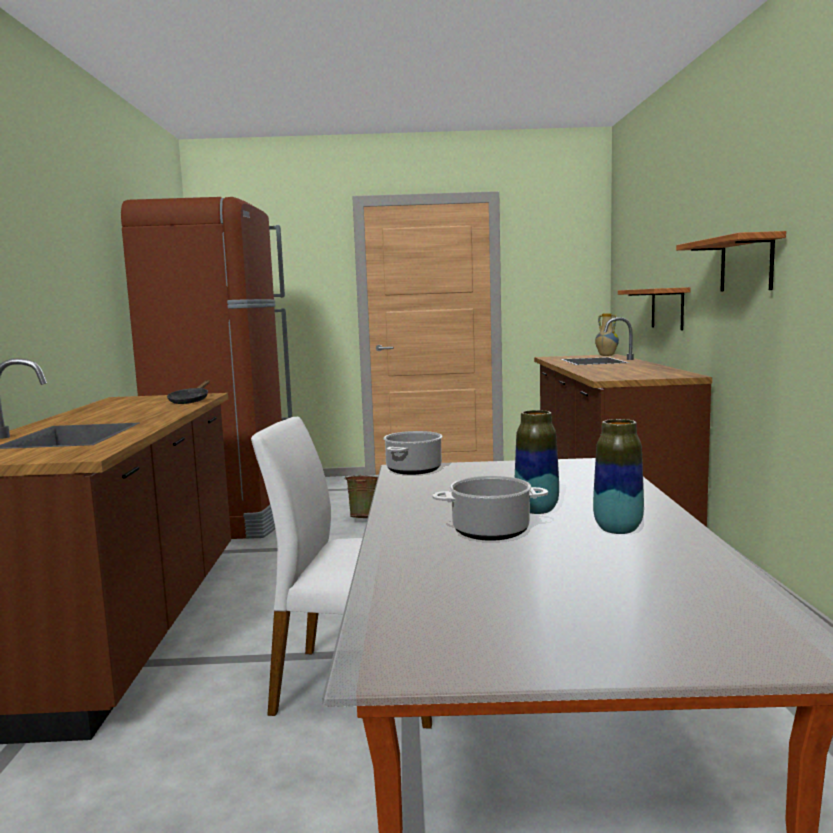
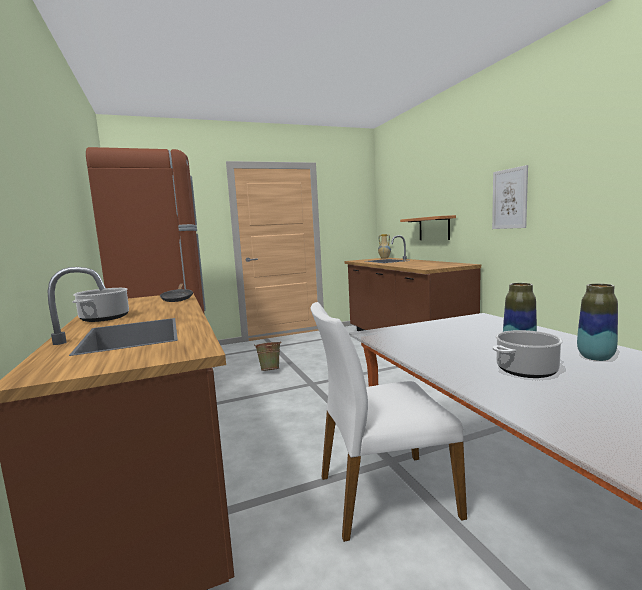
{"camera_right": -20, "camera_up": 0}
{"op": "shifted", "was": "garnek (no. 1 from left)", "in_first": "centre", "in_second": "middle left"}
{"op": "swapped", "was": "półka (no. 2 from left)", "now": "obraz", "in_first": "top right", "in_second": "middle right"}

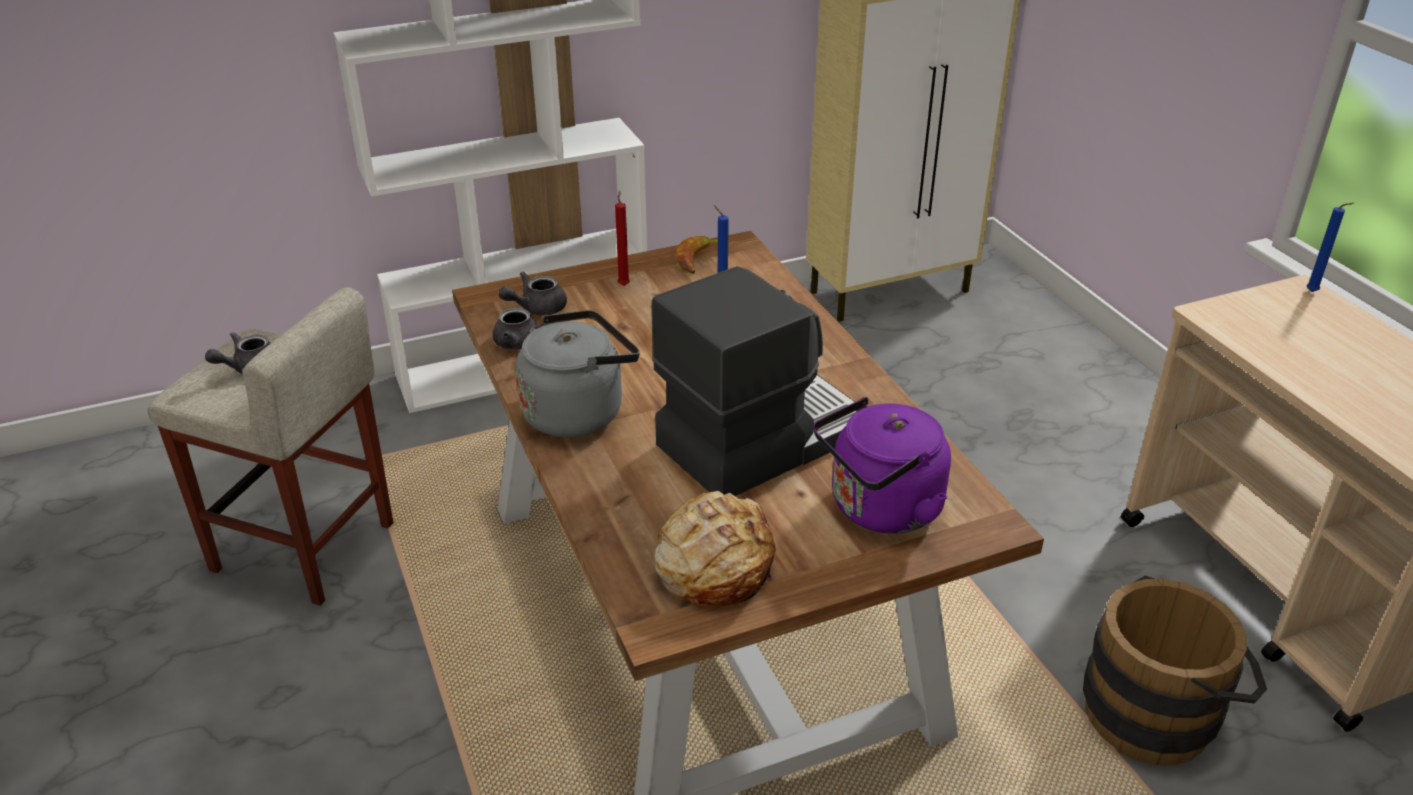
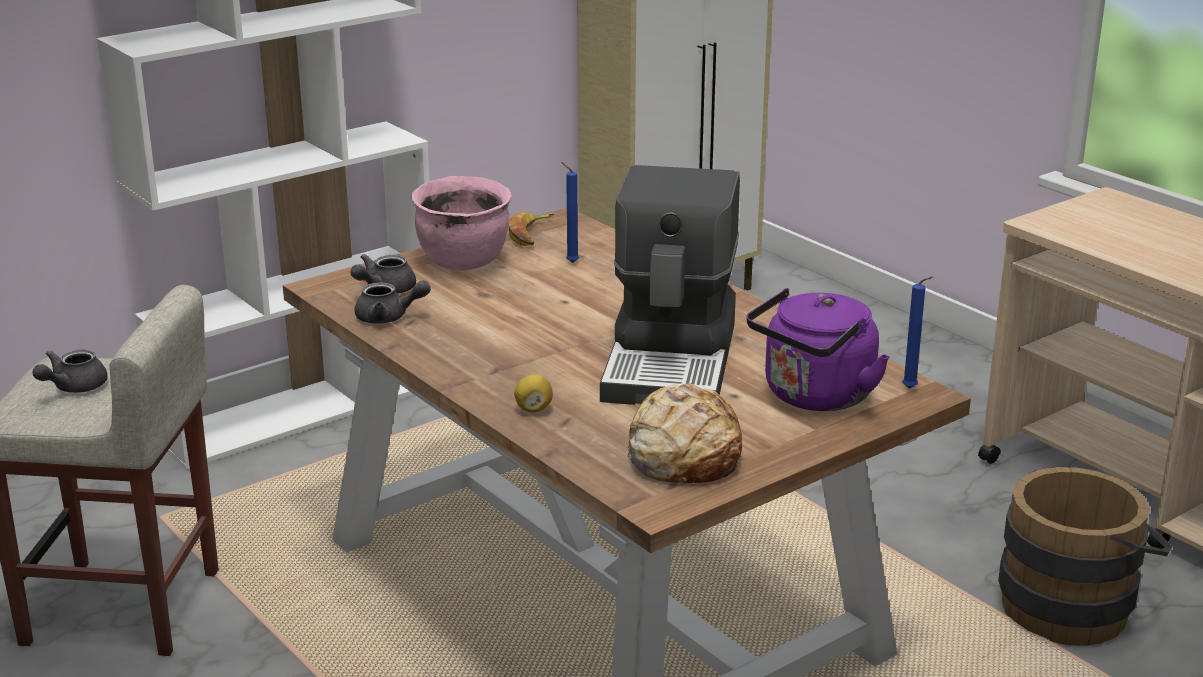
{"camera_right": -15, "camera_up": -10}
{"op": "swapped", "was": "świeca/czerwony", "now": "garnek/różowy", "in_first": "top centre", "in_second": "top centre"}
{"op": "new", "now": "cytryna", "in_second": "centre"}
{"op": "rotated", "was": "ekspres do kawy", "in_first": "centre", "in_second": "centre", "clockwise": 150}
{"op": "shifted", "was": "świeca/niebieski (no. 2 from left)", "in_first": "top right", "in_second": "middle right"}
{"op": "gone", "was": "czajnik/szary", "in_first": "centre"}

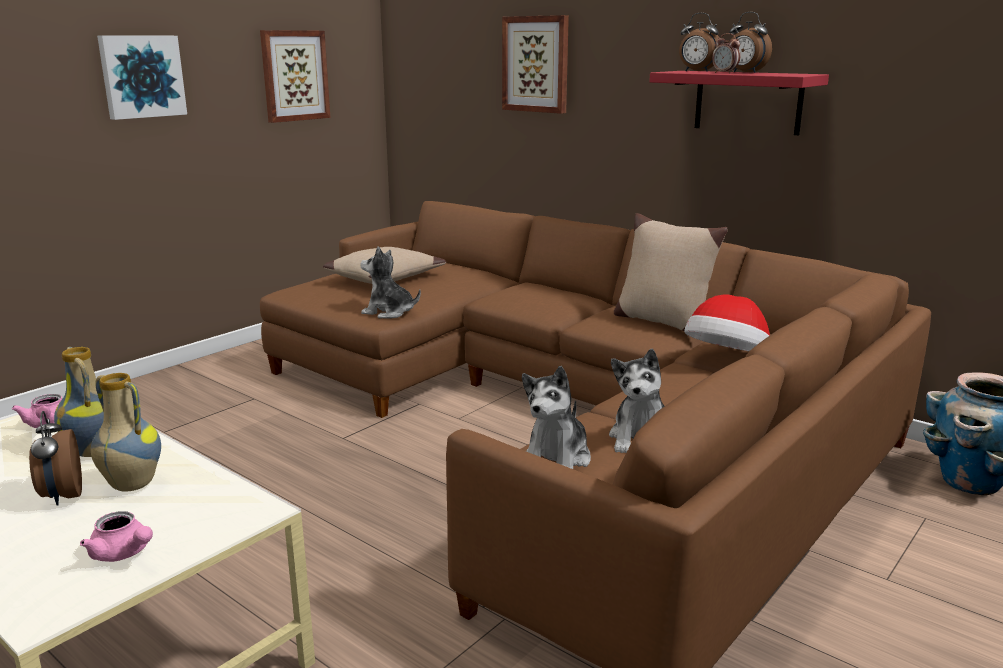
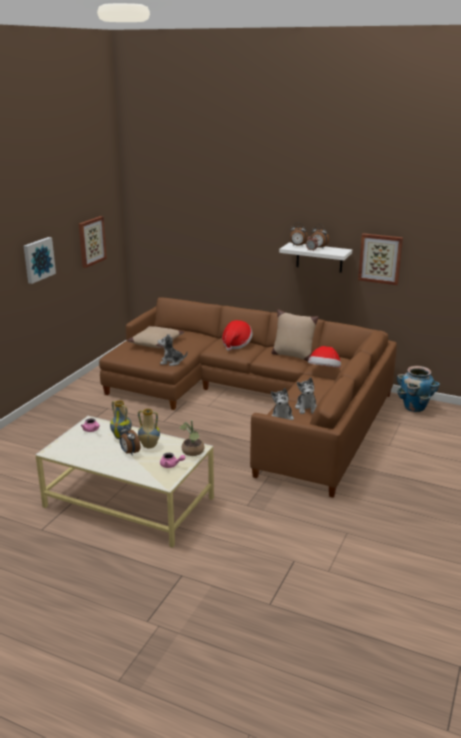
{"camera_right": -15, "camera_up": 5}
{"op": "new", "now": "roślina doniczkowa", "in_second": "centre"}
{"op": "new", "now": "kapelusz (no. 1 from left)", "in_second": "centre"}
{"op": "repainted", "was": "półka/czerwony", "now": "półka/biały", "in_first": "top right", "in_second": "middle right"}
{"op": "shifted", "was": "obraz (no. 3 from left)", "in_first": "top centre", "in_second": "middle right"}

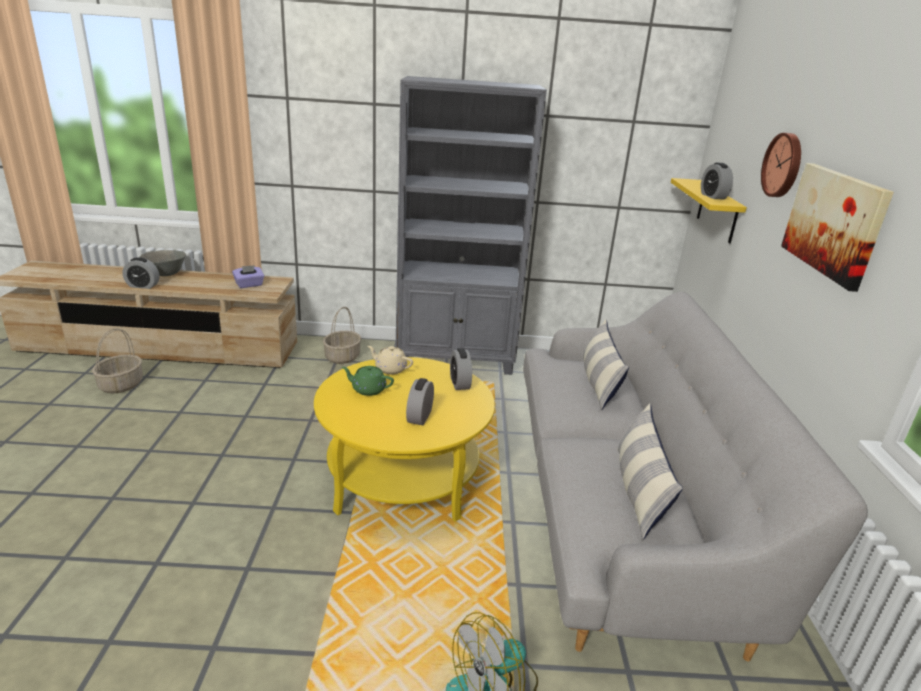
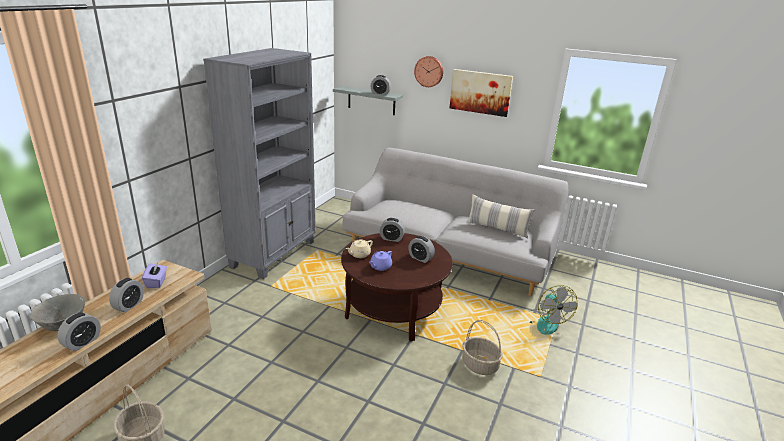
{"camera_right": -65, "camera_up": 0}
{"op": "new", "now": "budzik (no. 2 from left)", "in_second": "bottom left"}
{"op": "repainted", "was": "półka/żółty", "now": "półka/szary", "in_first": "top right", "in_second": "top centre"}
{"op": "repainted", "was": "ława/żółty", "now": "ława/brązowy", "in_first": "centre", "in_second": "centre"}
{"op": "repainted", "was": "imbryk/zielony", "now": "imbryk/fioletowy", "in_first": "centre", "in_second": "centre"}
{"op": "shifted", "was": "koszyk (no. 2 from left)", "in_first": "centre", "in_second": "bottom centre"}
{"op": "gone", "was": "poduszka (no. 1 from left)", "in_first": "centre"}

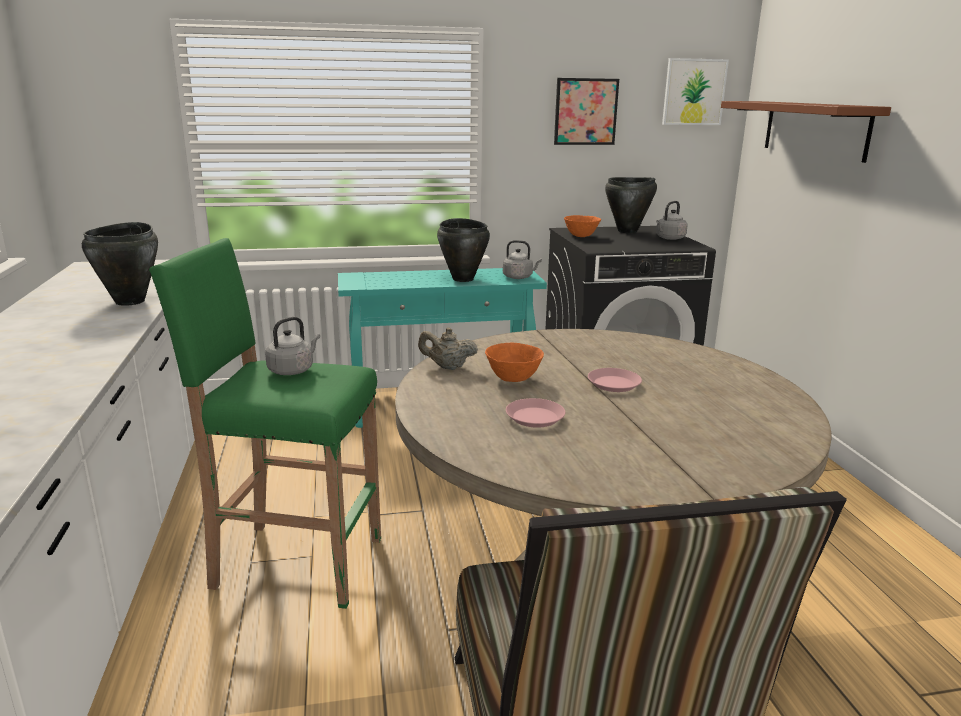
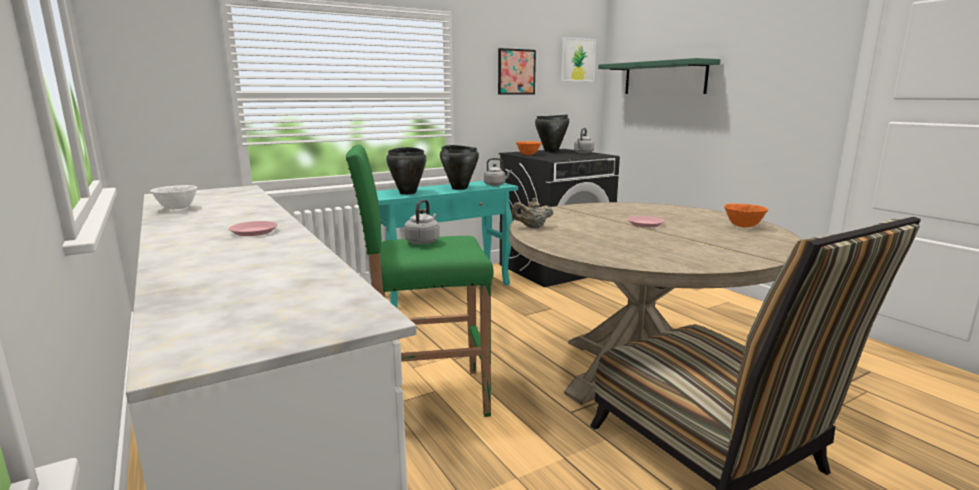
{"camera_right": -20, "camera_up": -5}
{"op": "new", "now": "miska/biały", "in_second": "middle left"}
{"op": "shifted", "was": "talerz/różowy (no. 1 from left)", "in_first": "centre", "in_second": "middle left"}
{"op": "shifted", "was": "garnek/czarny (no. 1 from left)", "in_first": "middle left", "in_second": "centre"}
{"op": "repainted", "was": "półka/brązowy", "now": "półka/zielony", "in_first": "top right", "in_second": "top right"}
{"op": "shifted", "was": "miska/pomarańczowy (no. 1 from left in the first image)", "now": "miska/pomarańczowy (no. 2 from left)", "in_first": "centre", "in_second": "middle right"}

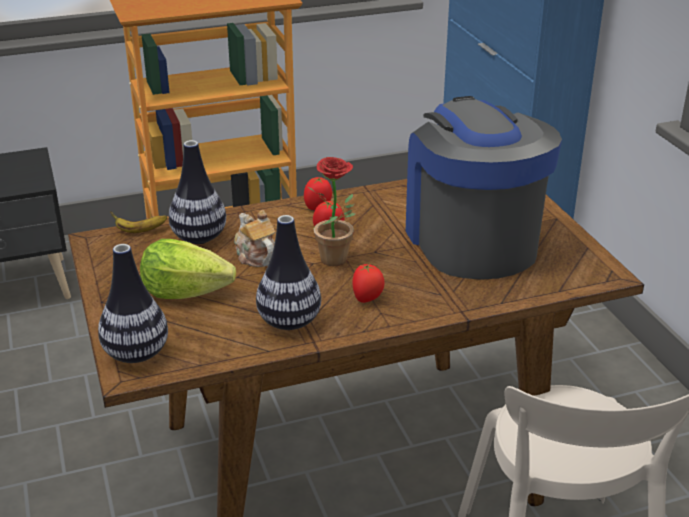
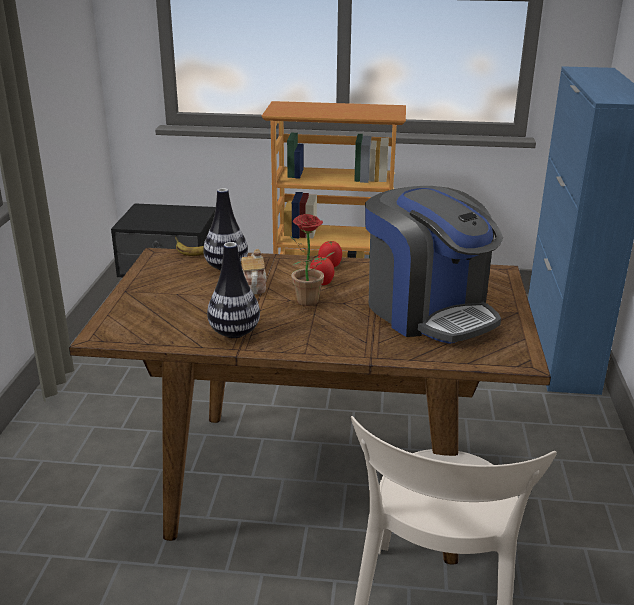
{"camera_right": 25, "camera_up": -5}
{"op": "rotated", "was": "ekspres do kawy", "in_first": "middle right", "in_second": "middle right", "clockwise": 135}
{"op": "gone", "was": "wazon (no. 1 from left)", "in_first": "middle left"}
{"op": "gone", "was": "sałata", "in_first": "middle left"}
{"op": "gone", "was": "pomidor (no. 3 from left)", "in_first": "centre"}

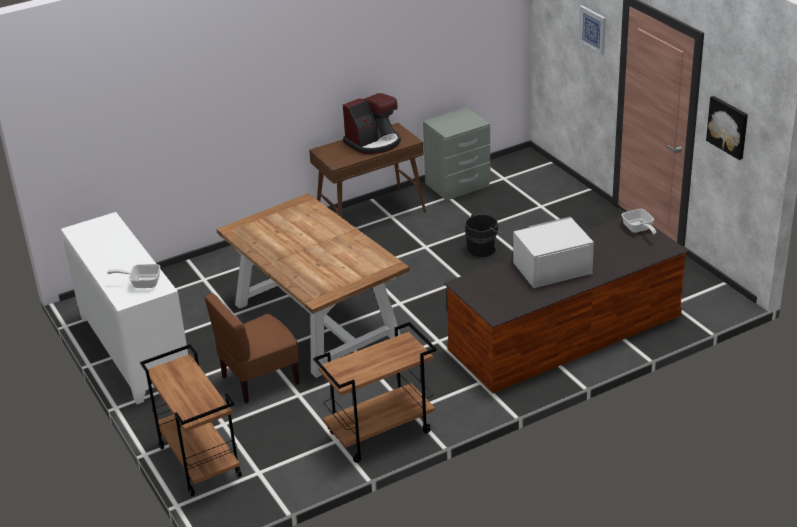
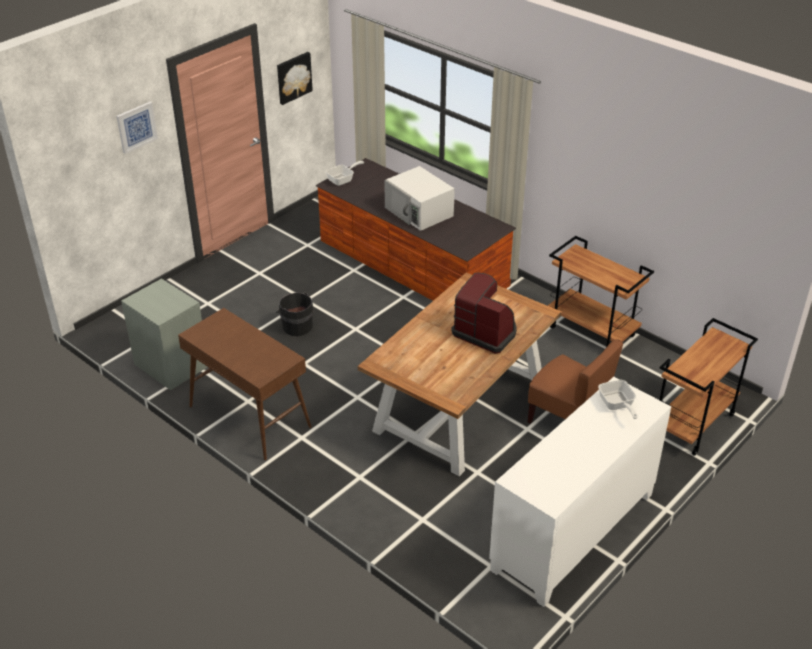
{"camera_right": -110, "camera_up": 5}
{"op": "shifted", "was": "ekspres do kawy", "in_first": "top centre", "in_second": "centre"}

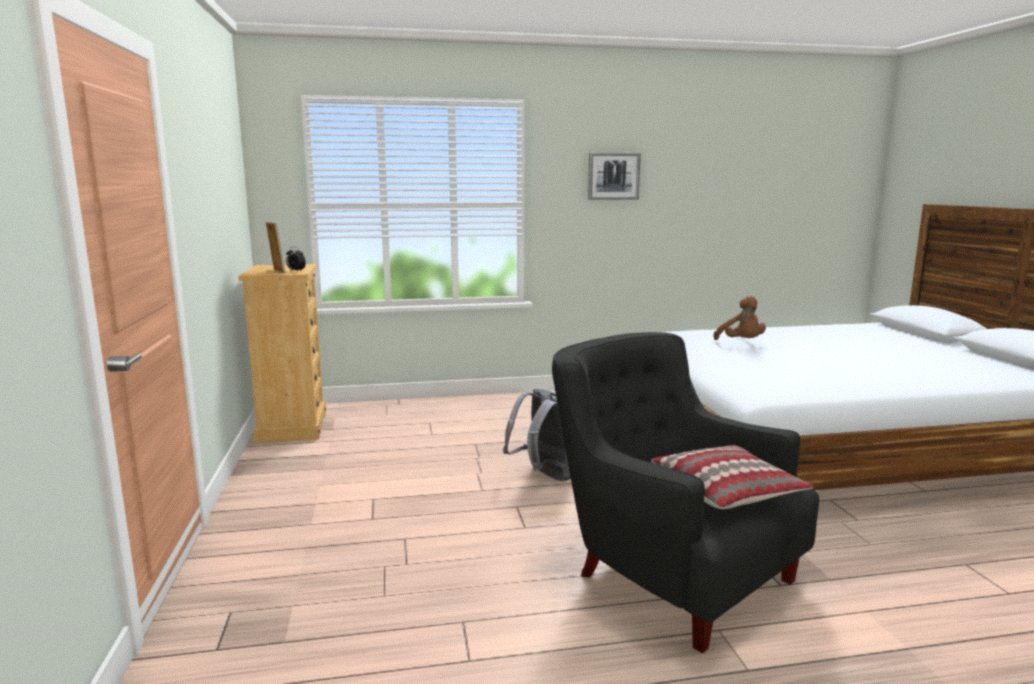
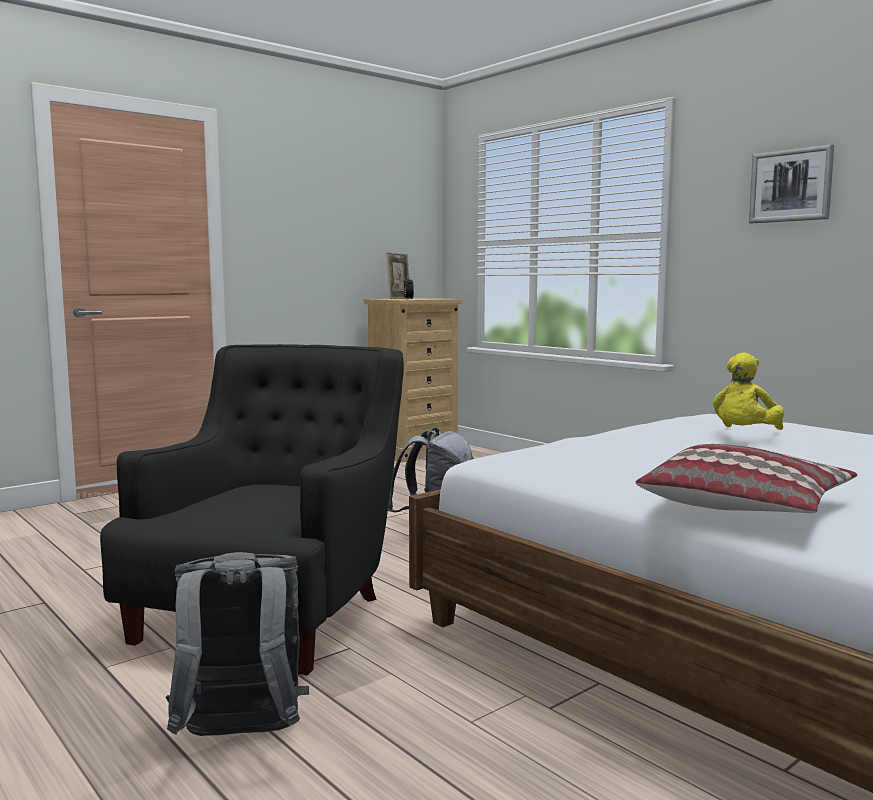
{"camera_right": 60, "camera_up": -5}
{"op": "new", "now": "plecak/szary (no. 1 from left)", "in_second": "bottom left"}
{"op": "shifted", "was": "poduszka", "in_first": "bottom right", "in_second": "middle right"}
{"op": "repainted", "was": "pluszak/brązowy", "now": "pluszak/żółty", "in_first": "middle right", "in_second": "middle right"}

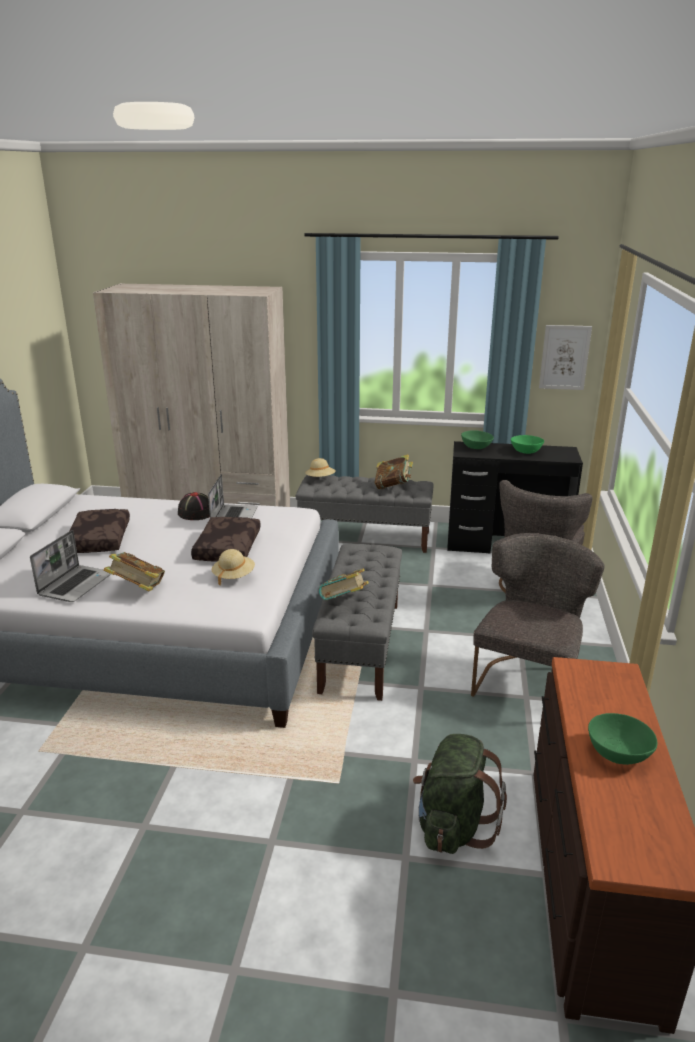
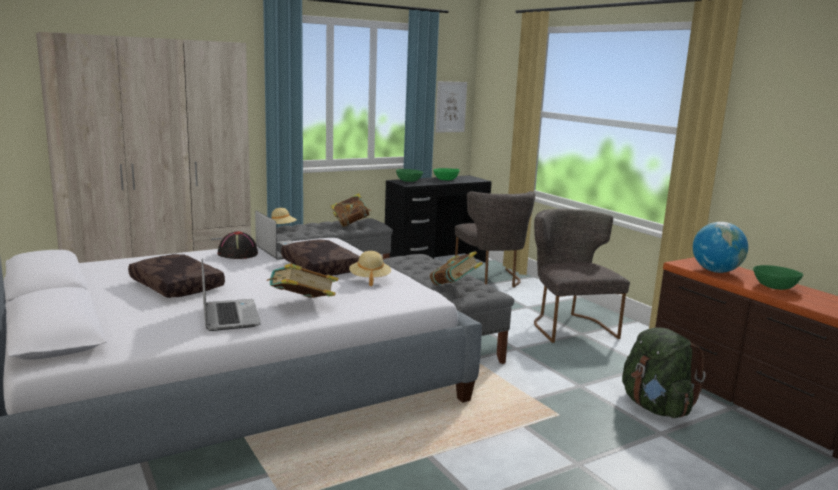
{"camera_right": -40, "camera_up": -10}
{"op": "new", "now": "globus", "in_second": "middle right"}

